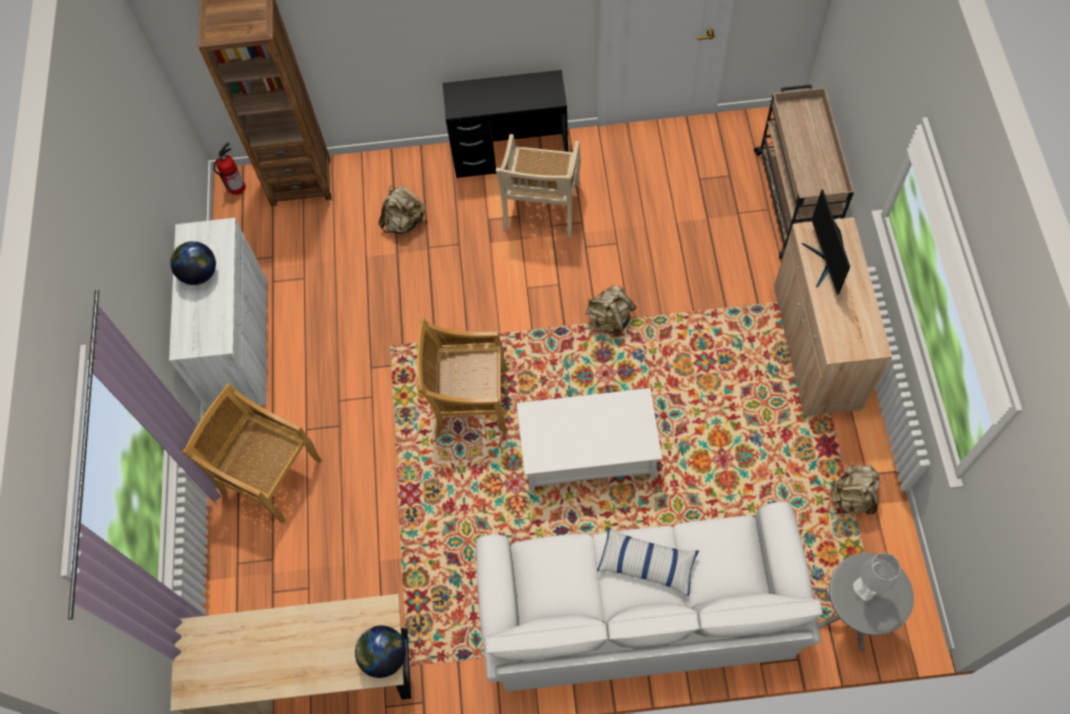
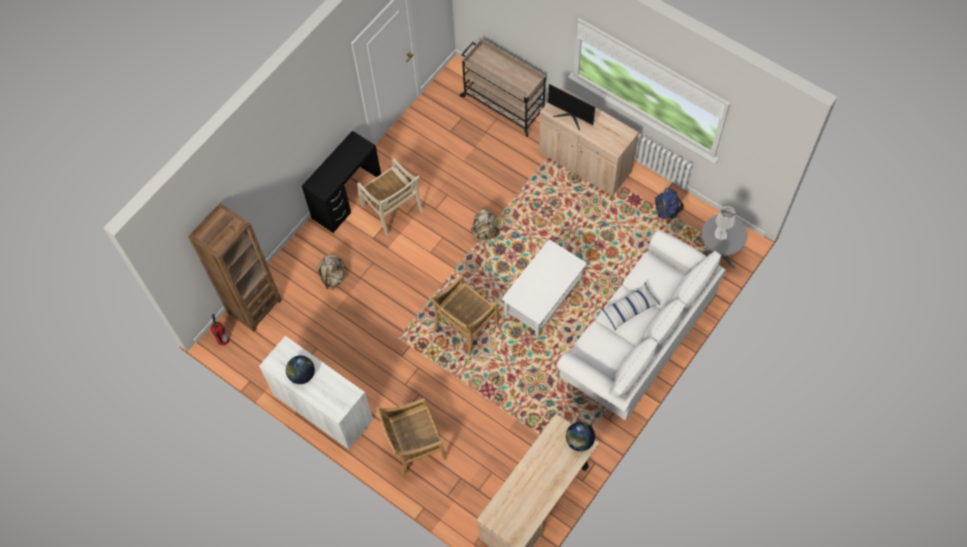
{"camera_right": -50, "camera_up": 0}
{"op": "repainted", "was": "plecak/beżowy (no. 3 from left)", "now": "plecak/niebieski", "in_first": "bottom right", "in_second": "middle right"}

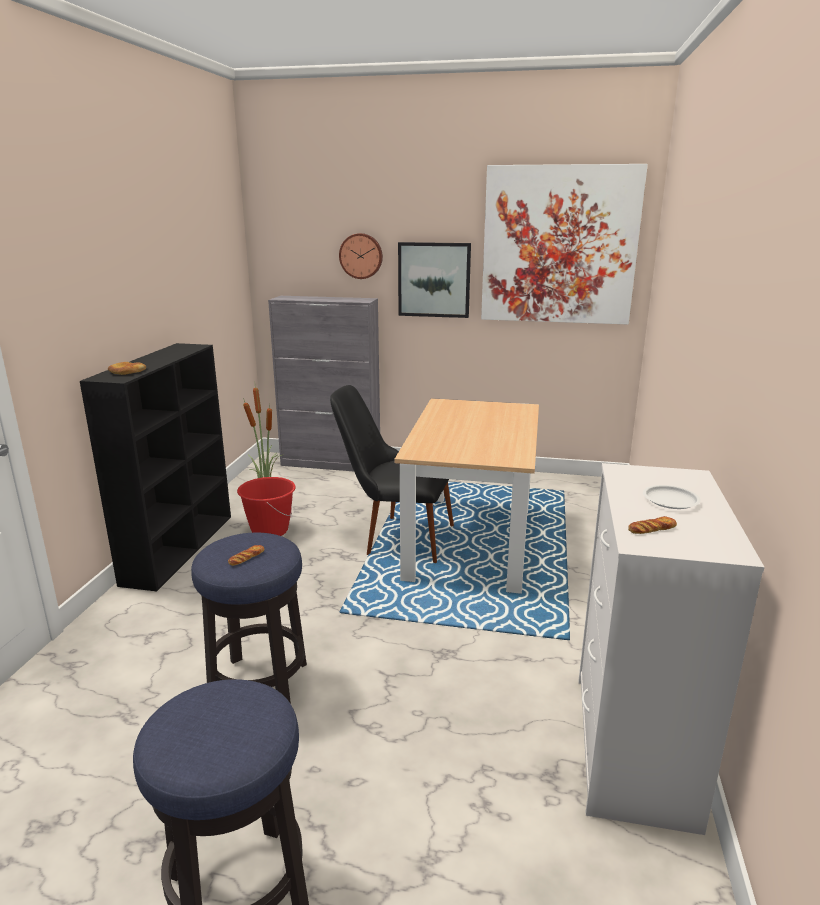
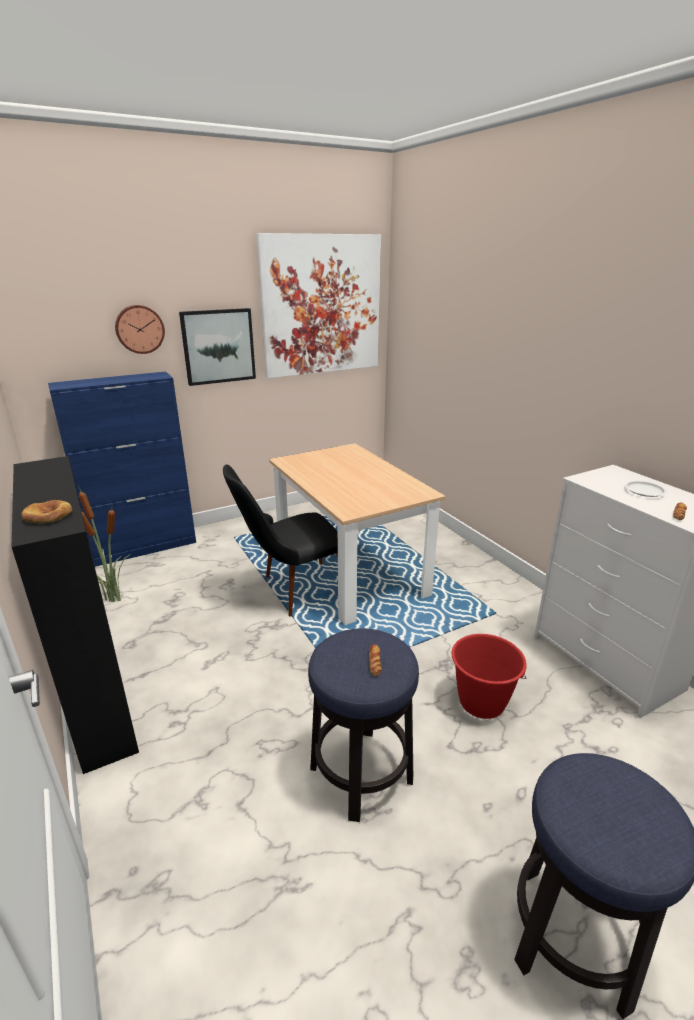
{"camera_right": -40, "camera_up": 5}
{"op": "repainted", "was": "szafka/szary", "now": "szafka/niebieski", "in_first": "centre", "in_second": "middle left"}
{"op": "shifted", "was": "wiadro/czerwony", "in_first": "middle left", "in_second": "middle right"}

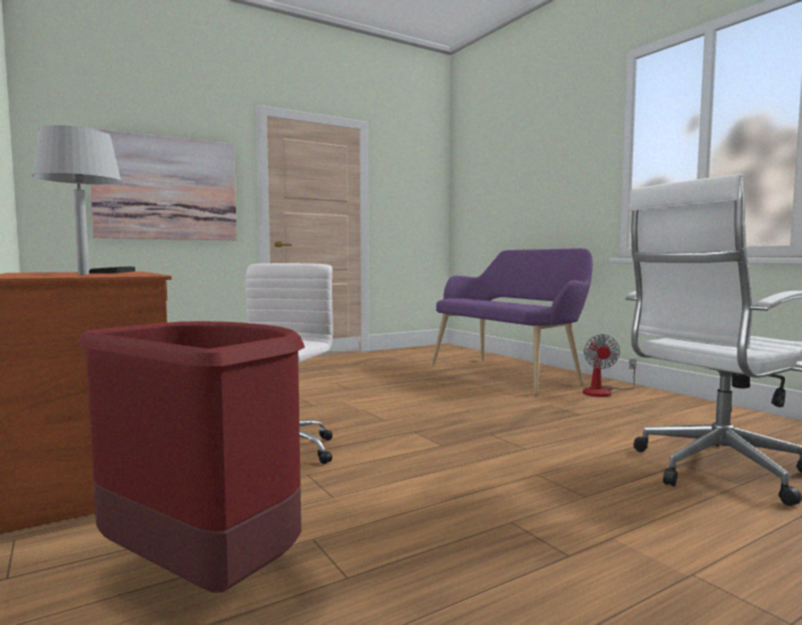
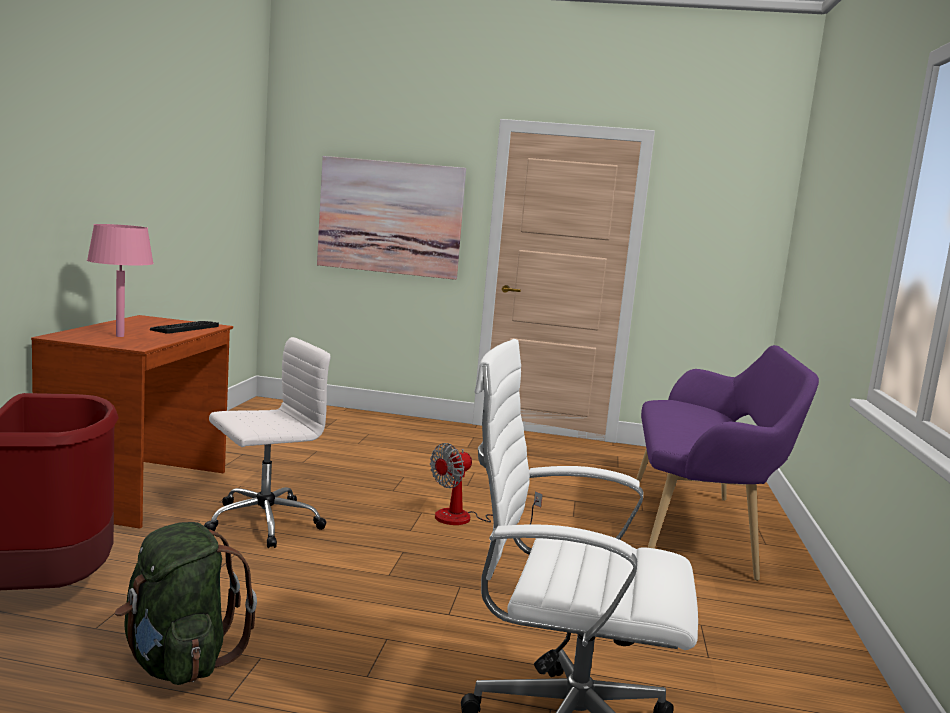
{"camera_right": 40, "camera_up": 5}
{"op": "repainted", "was": "lampa stołowa/szary", "now": "lampa stołowa/różowy", "in_first": "top left", "in_second": "middle left"}
{"op": "new", "now": "plecak/zielony", "in_second": "bottom left"}
{"op": "shifted", "was": "wentylator", "in_first": "middle right", "in_second": "bottom centre"}

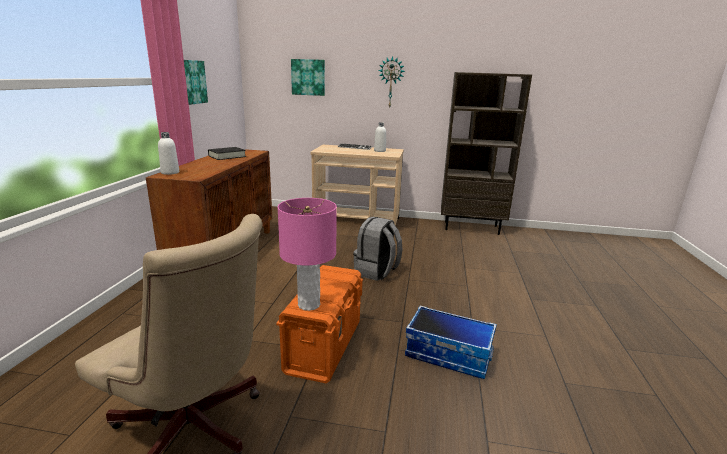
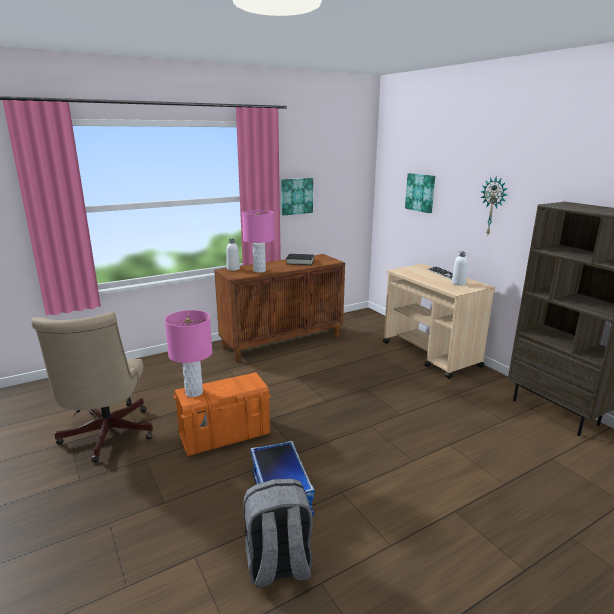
{"camera_right": 50, "camera_up": 0}
{"op": "new", "now": "lampa stołowa/różowy (no. 2 from left)", "in_second": "centre"}
{"op": "shifted", "was": "plecak/szary", "in_first": "centre", "in_second": "bottom centre"}

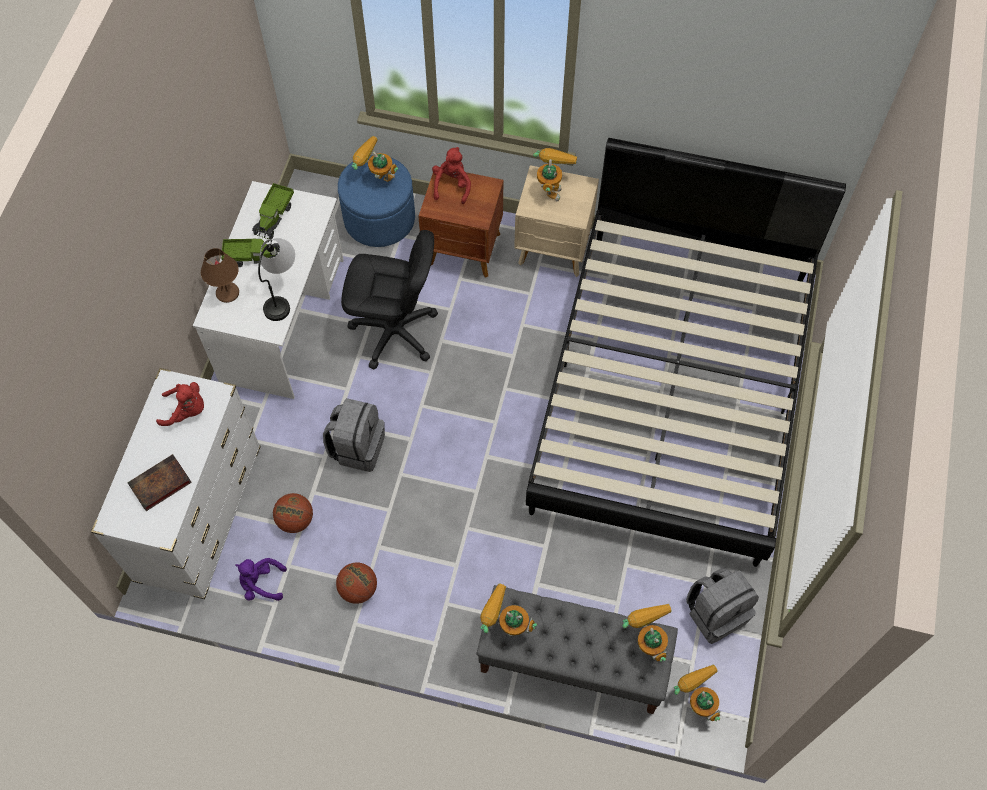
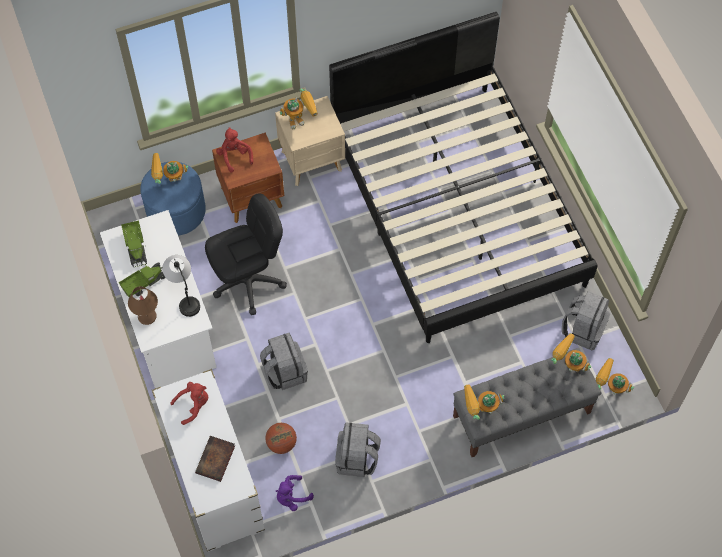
{"camera_right": -35, "camera_up": 0}
{"op": "rotated", "was": "robot zabawkowy (no. 3 from left in the first image)", "in_first": "top centre", "in_second": "top centre", "clockwise": 90}
{"op": "swapped", "was": "piłka do koszykówki (no. 2 from left)", "now": "plecak/szary (no. 2 from left)", "in_first": "bottom centre", "in_second": "bottom centre"}

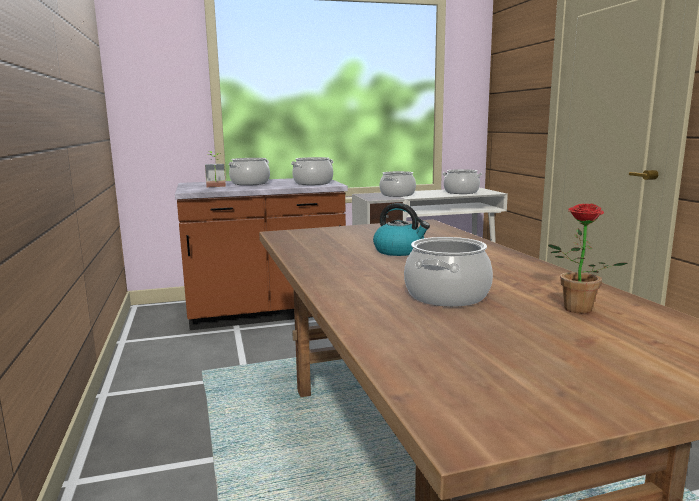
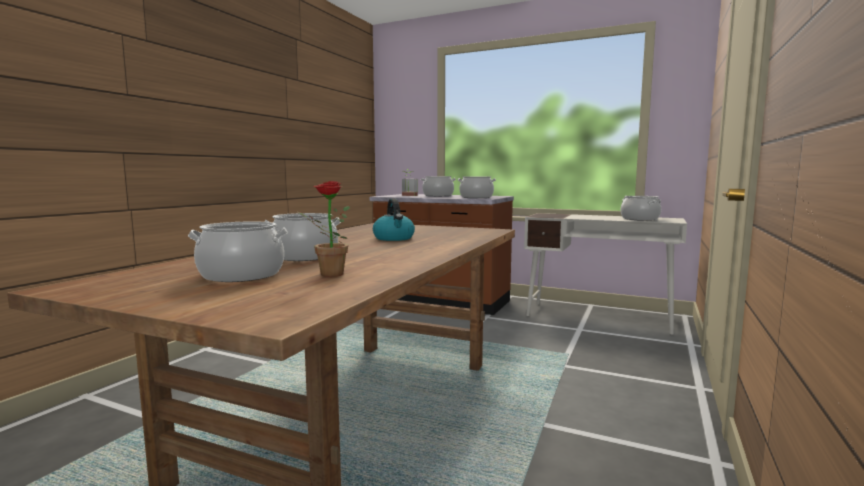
{"camera_right": 40, "camera_up": -5}
{"op": "shifted", "was": "garnek (no. 3 from left in the first image)", "now": "garnek (no. 1 from left)", "in_first": "centre", "in_second": "middle left"}

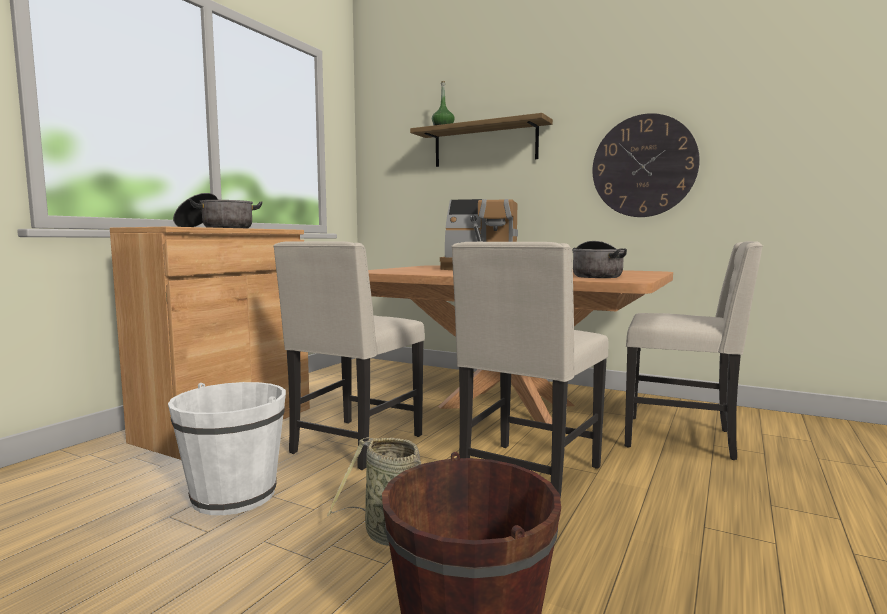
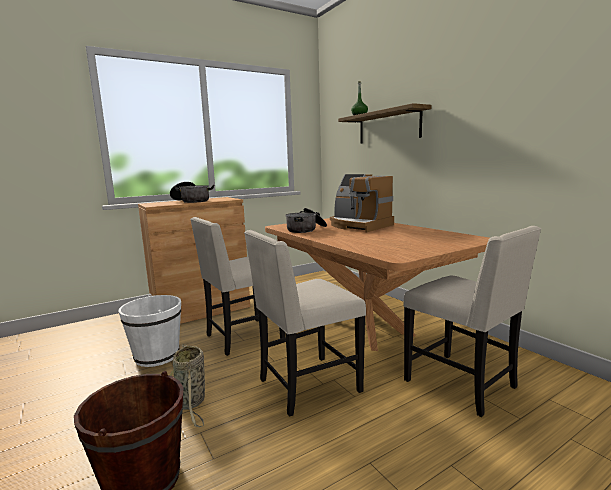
{"camera_right": 30, "camera_up": 5}
{"op": "shifted", "was": "garnek (no. 2 from left)", "in_first": "middle right", "in_second": "centre"}
{"op": "gone", "was": "zegar ścienny", "in_first": "top right"}

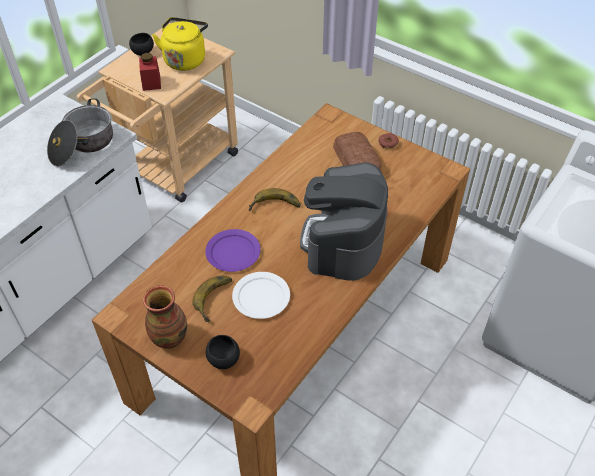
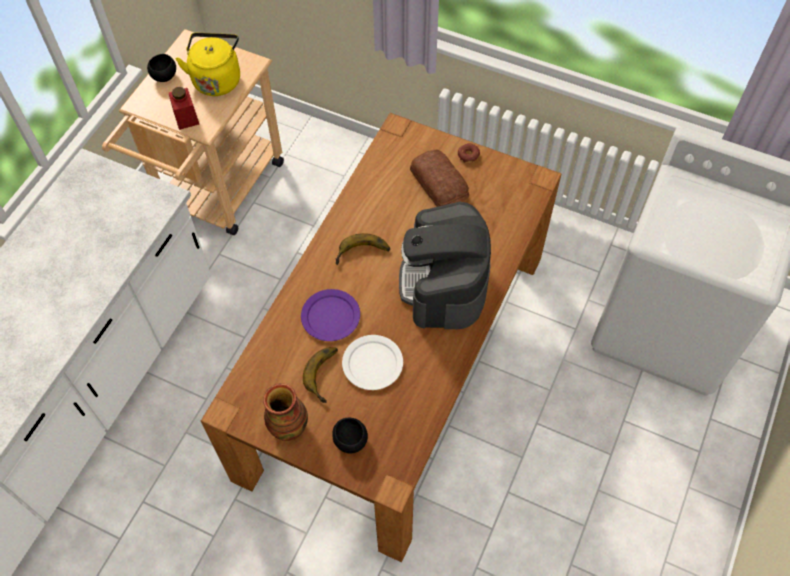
{"camera_right": -10, "camera_up": 10}
{"op": "gone", "was": "garnek", "in_first": "top left"}

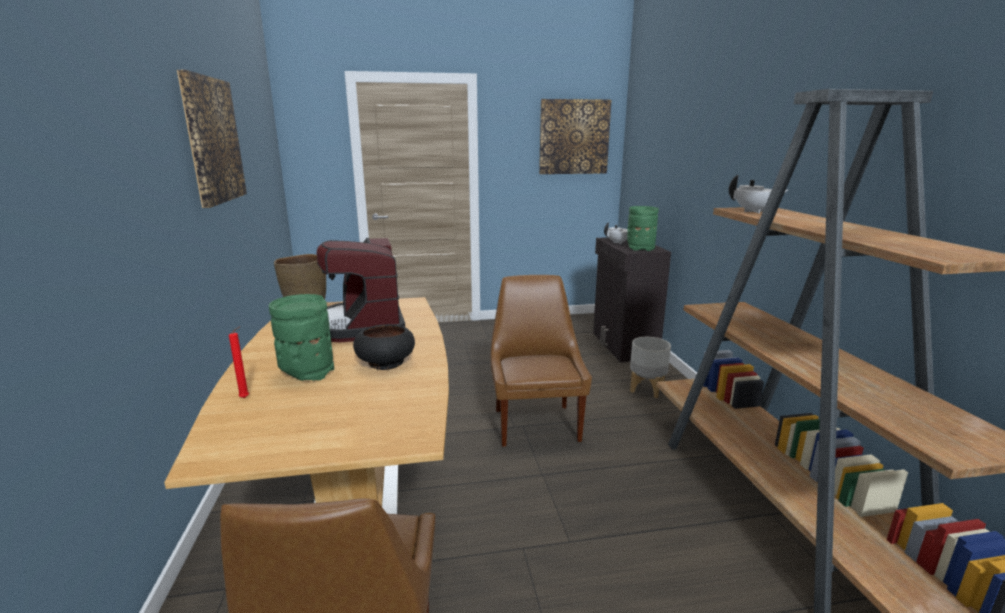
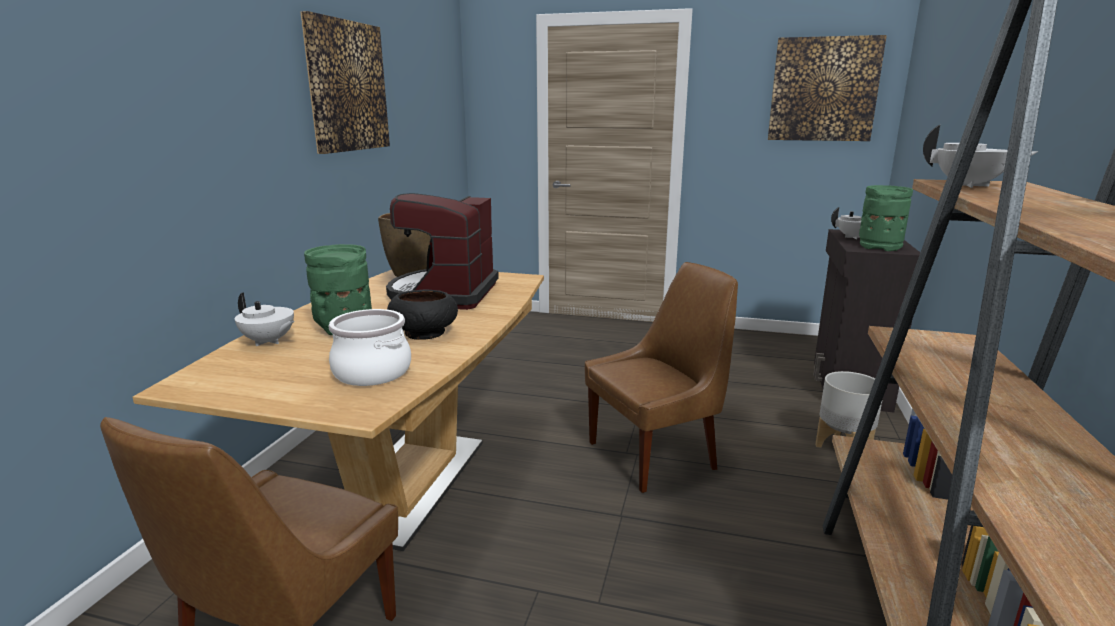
{"camera_right": 25, "camera_up": 0}
{"op": "swapped", "was": "świeca/czerwony", "now": "imbryk/biały (no. 1 from left)", "in_first": "middle left", "in_second": "middle left"}
{"op": "new", "now": "garnek", "in_second": "middle left"}
{"op": "rotated", "was": "krzesło/brązowy (no. 2 from left)", "in_first": "centre", "in_second": "centre", "clockwise": 45}

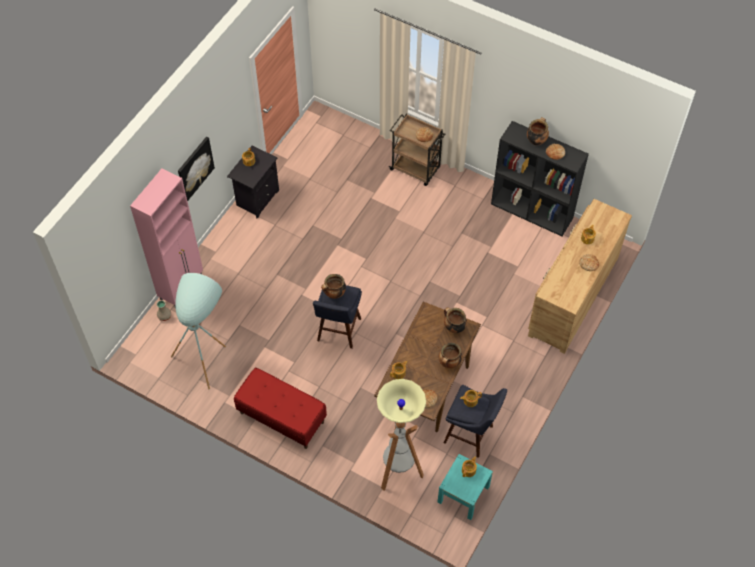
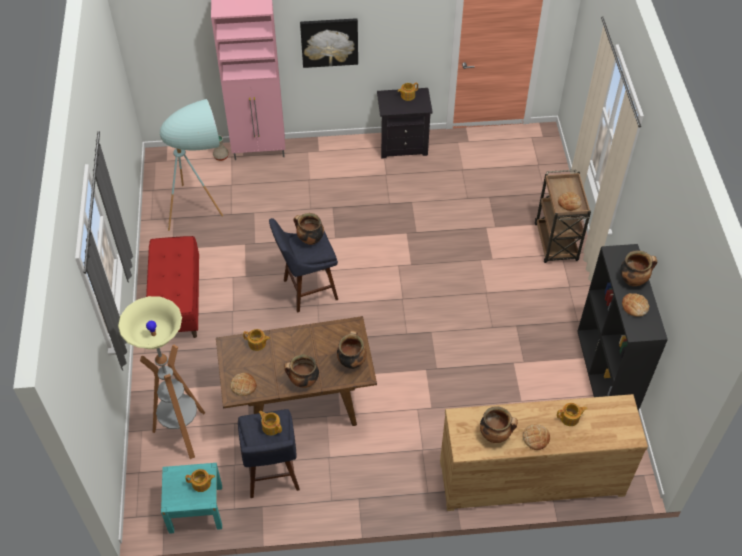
{"camera_right": 55, "camera_up": -5}
{"op": "new", "now": "garnek (no. 4 from left)", "in_second": "bottom right"}

